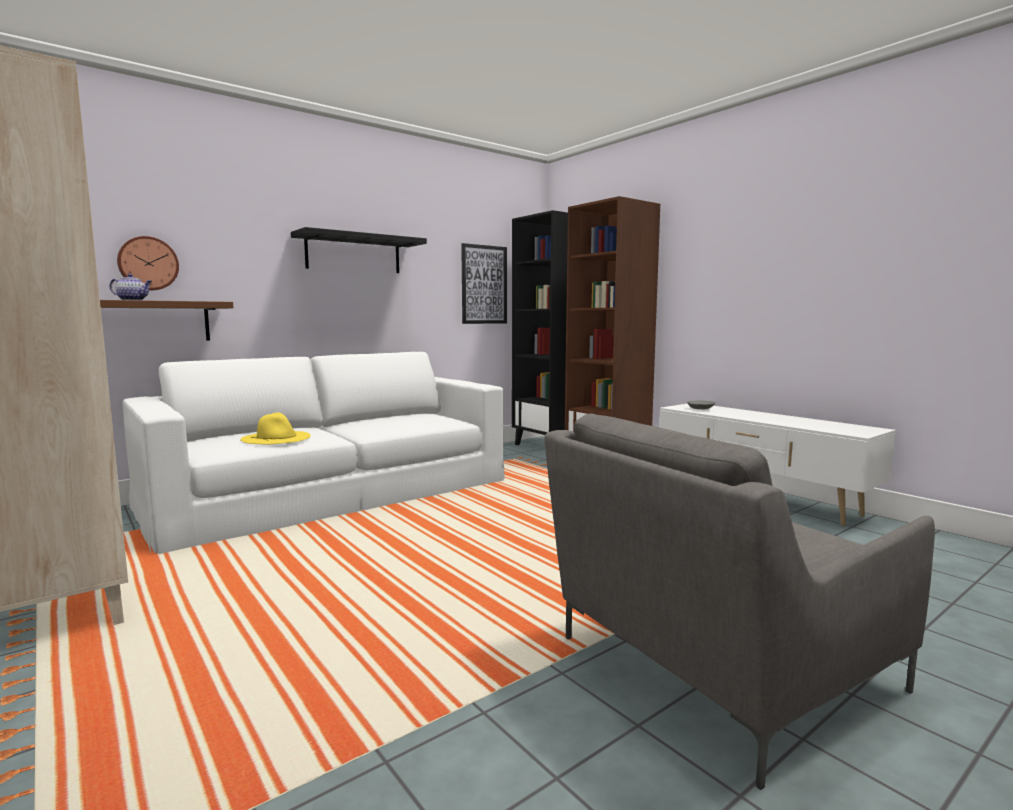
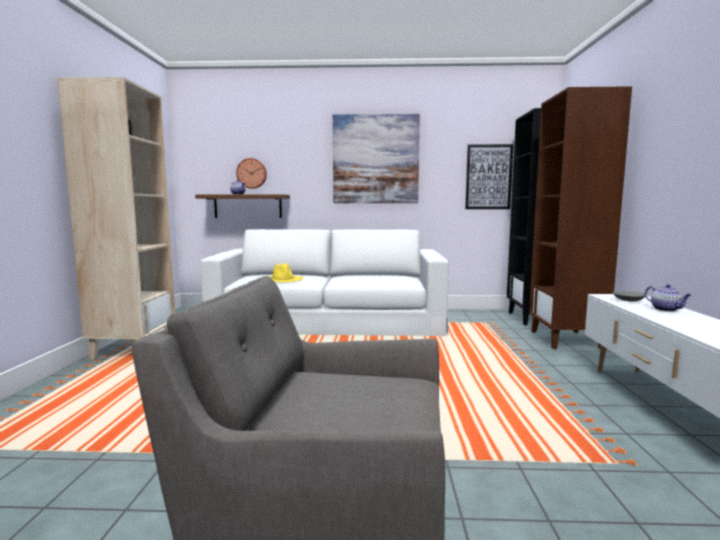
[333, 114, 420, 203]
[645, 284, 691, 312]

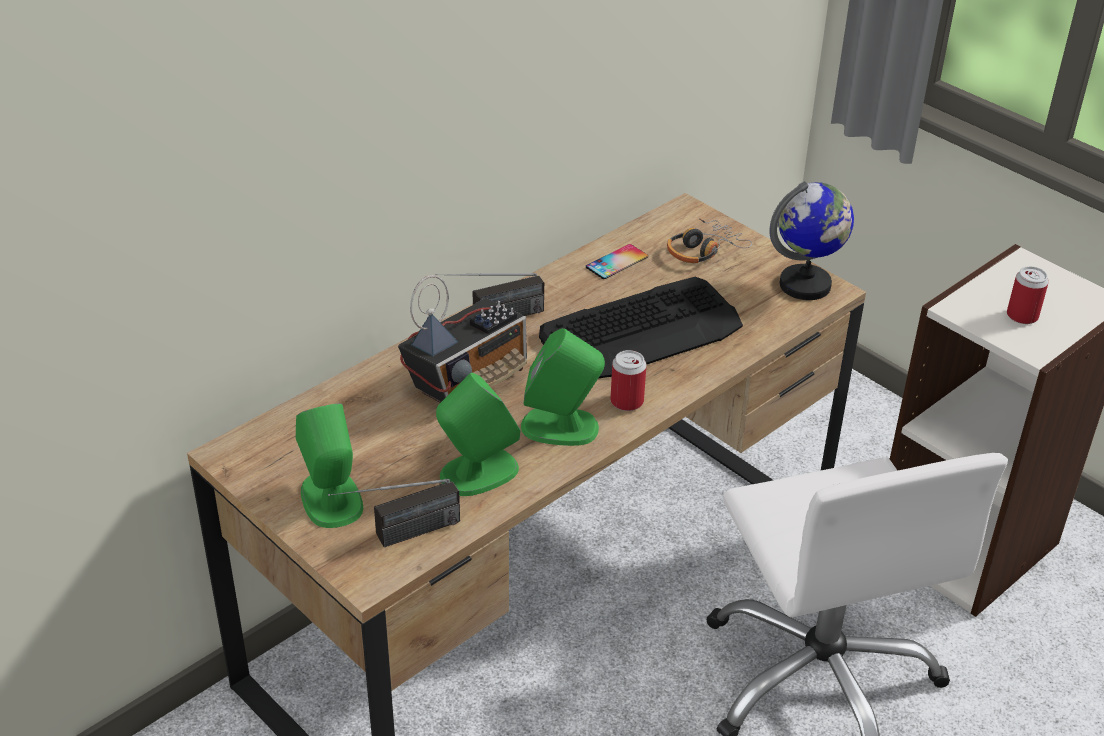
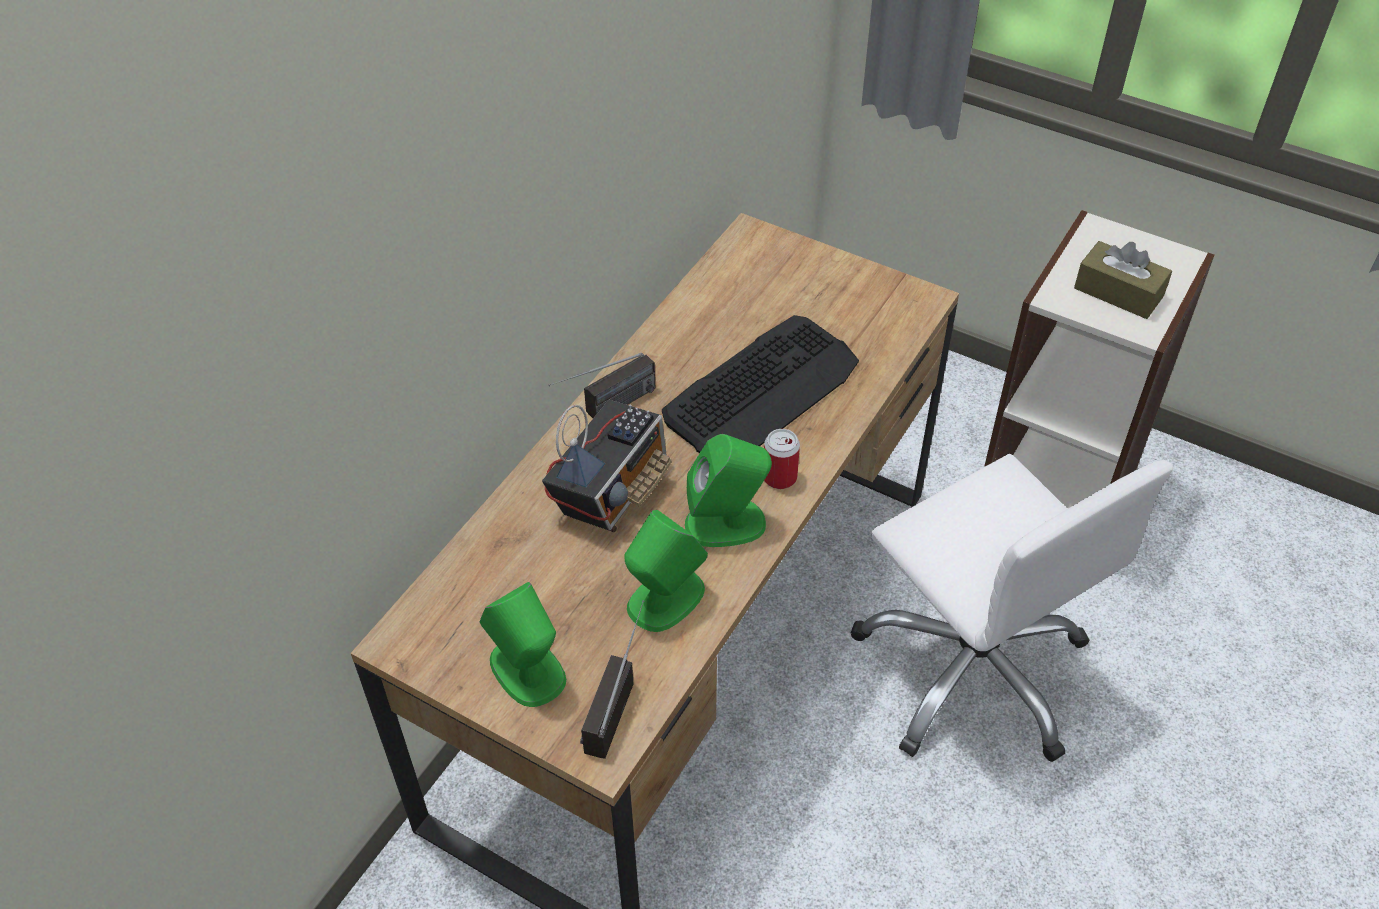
[580, 600, 644, 759]
[1074, 241, 1172, 319]
[586, 244, 648, 279] (first image)
[667, 218, 752, 263] (first image)
[769, 181, 854, 300] (first image)

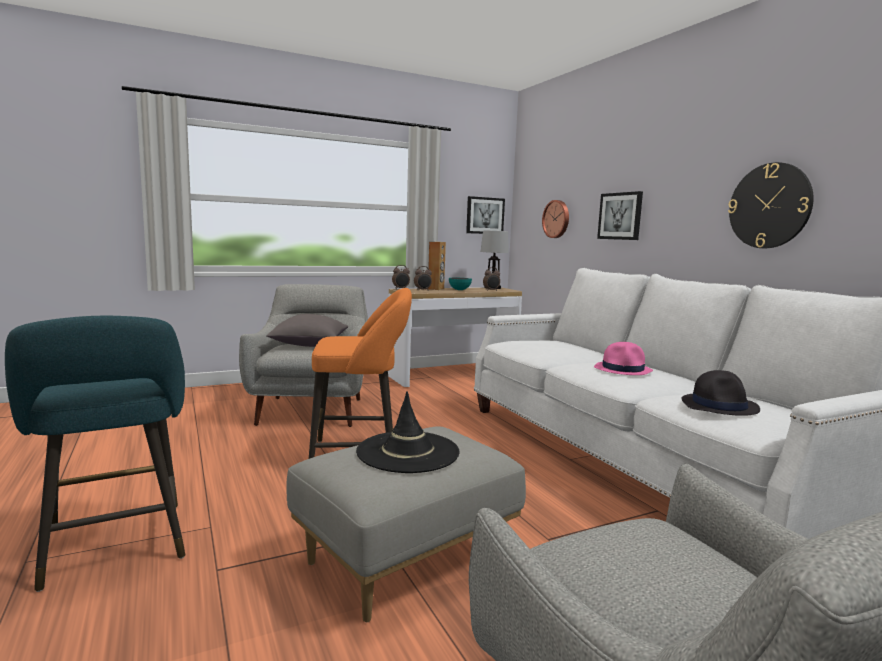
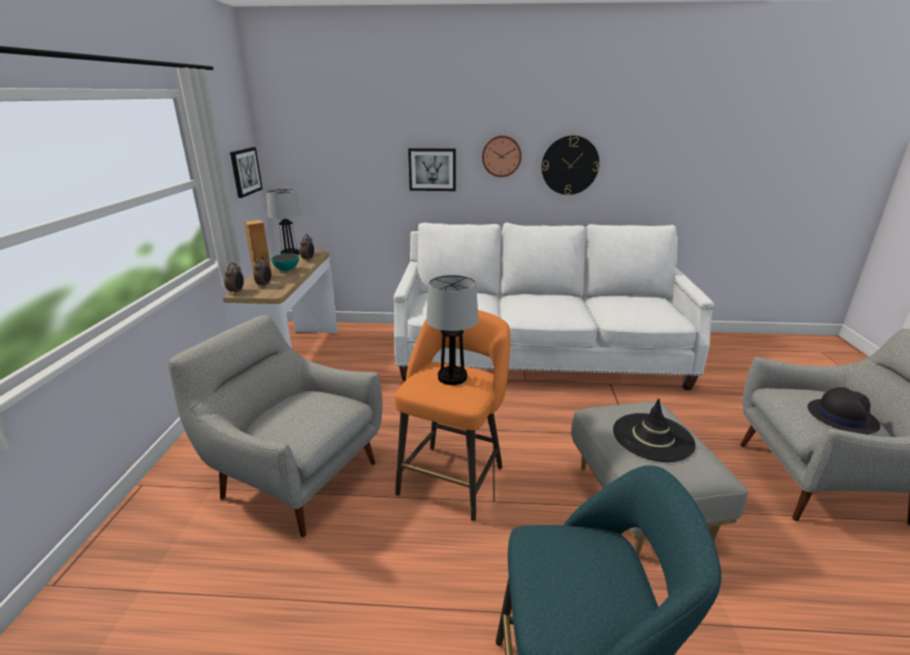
[426, 275, 479, 385]
[482, 135, 522, 177]
[808, 387, 880, 435]
[266, 314, 348, 347] (first image)
[594, 342, 653, 375] (first image)

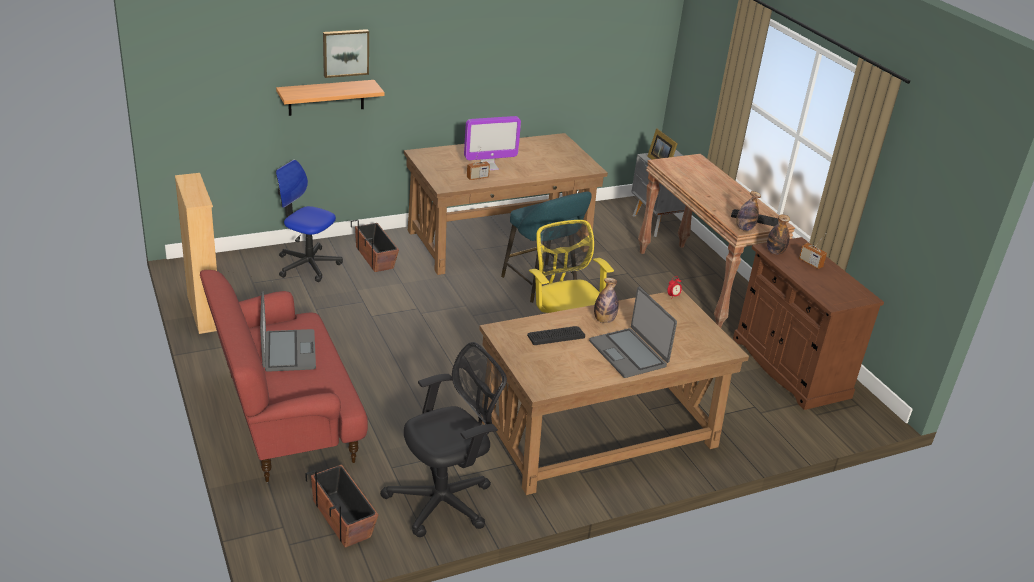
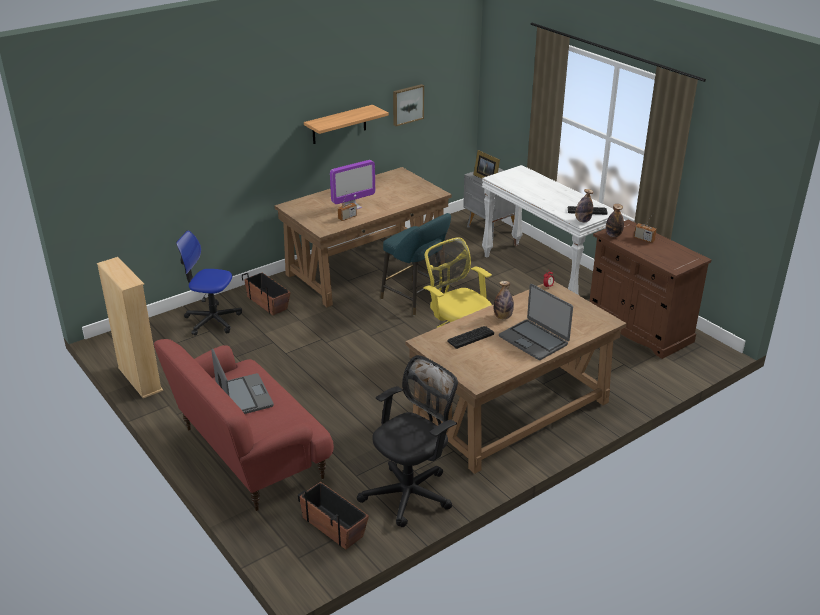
[304, 105, 389, 144]
[393, 84, 424, 126]
[482, 165, 614, 295]

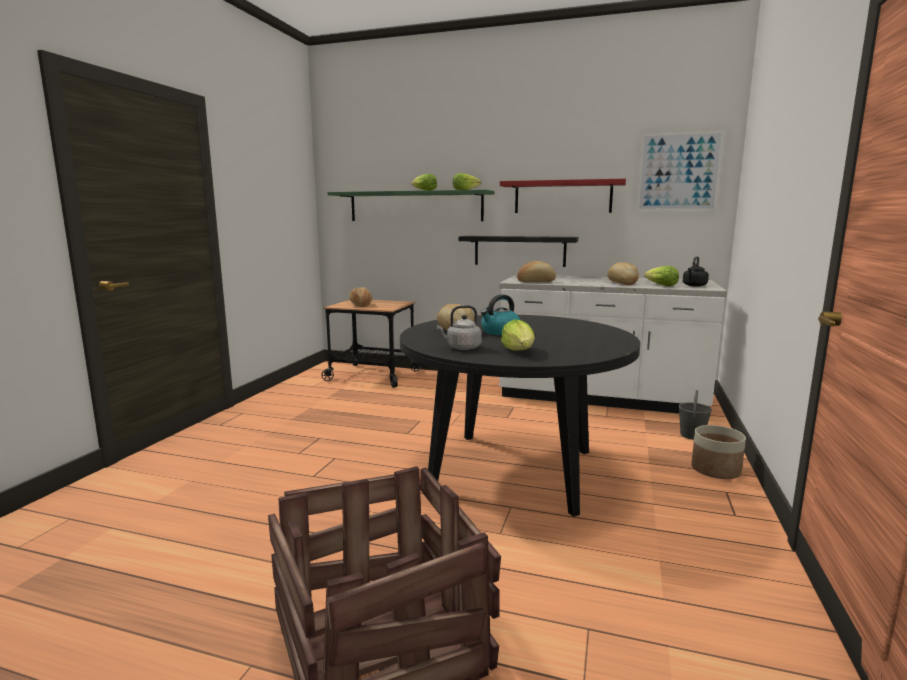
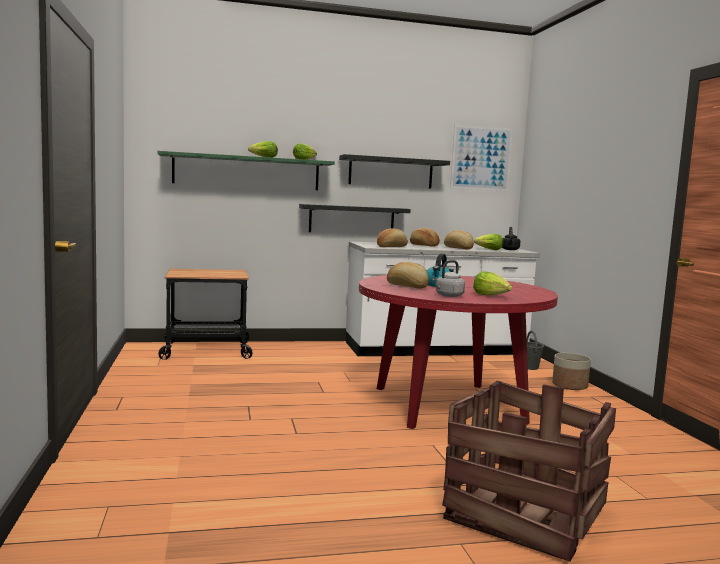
[339, 154, 450, 188]
[359, 275, 558, 429]
[410, 228, 440, 246]

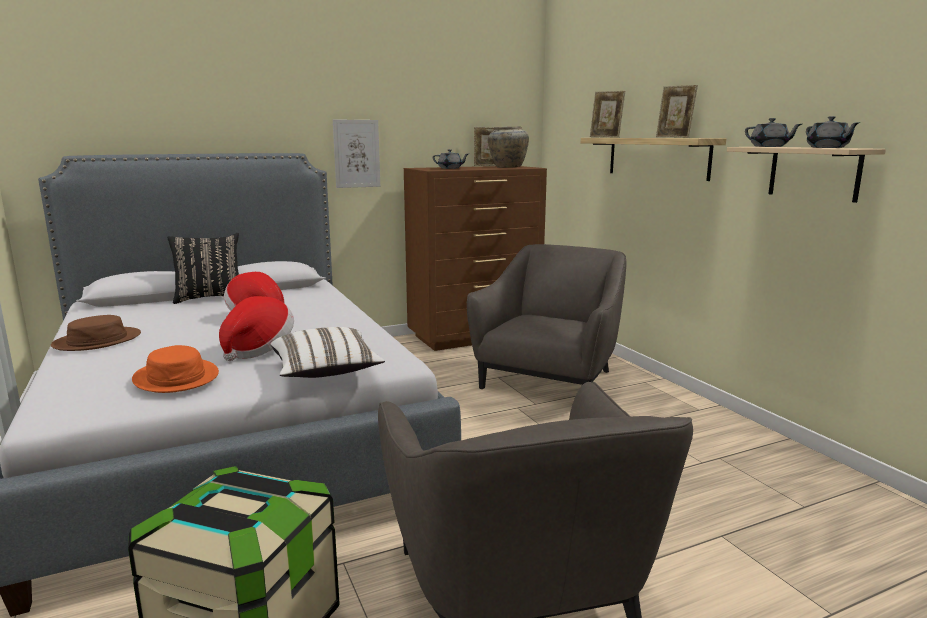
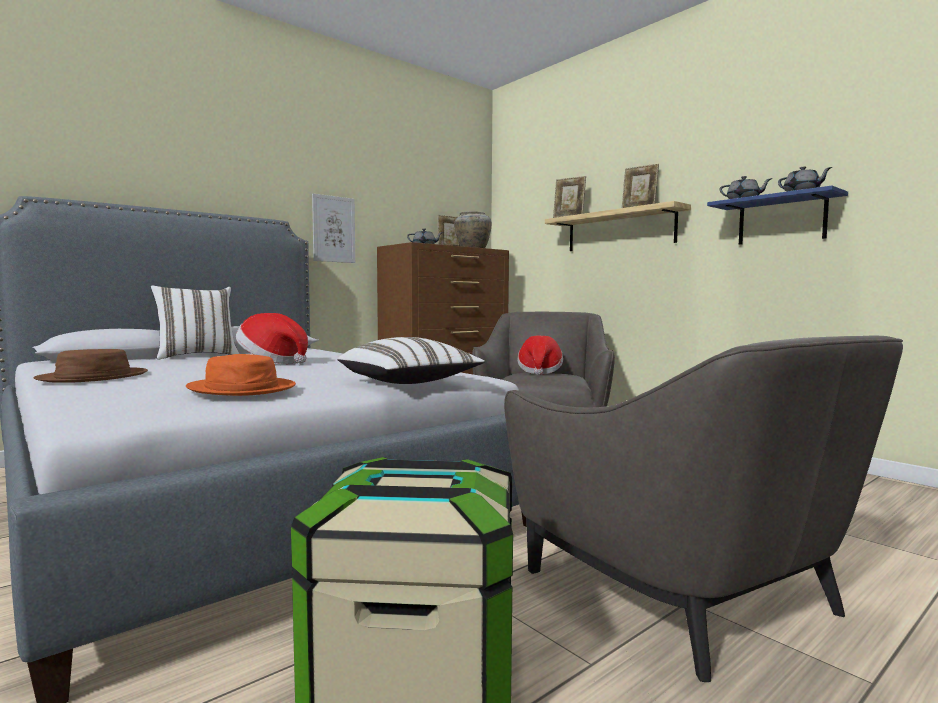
[151, 286, 239, 360]
[518, 336, 563, 375]
[707, 186, 848, 245]

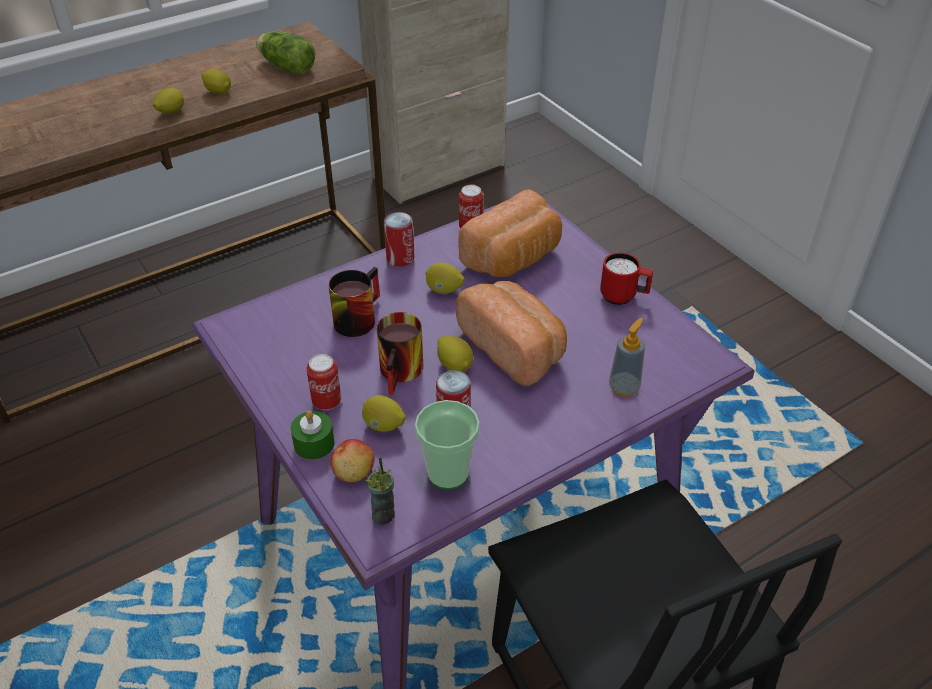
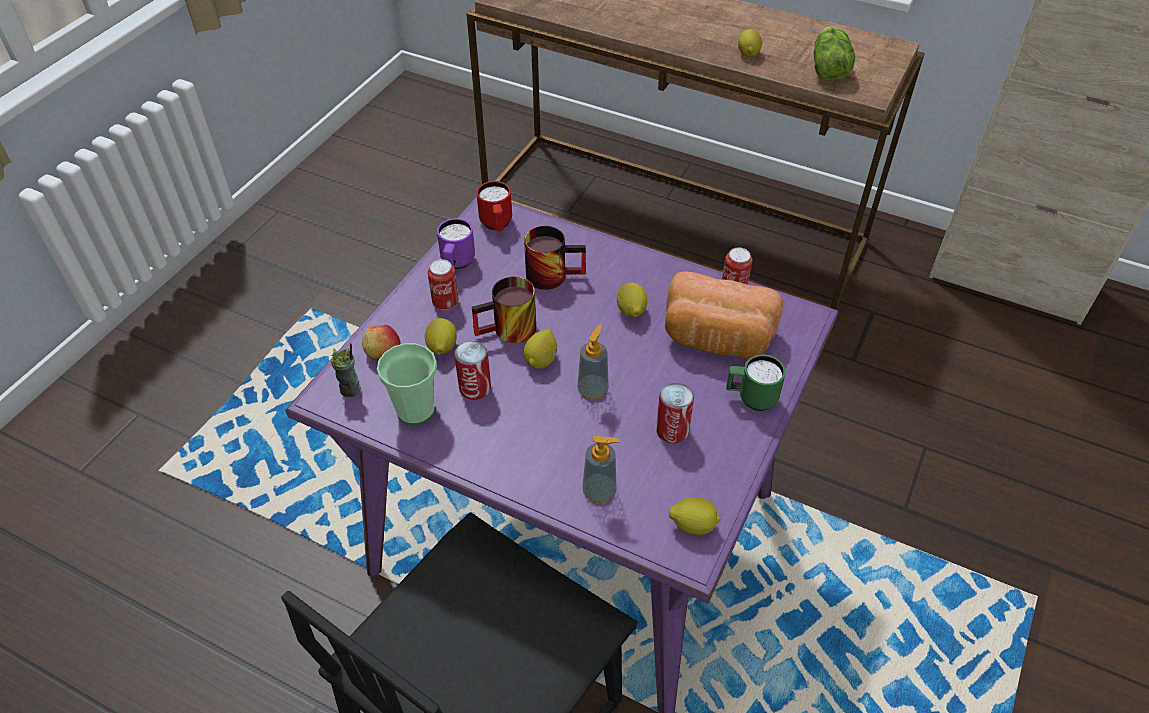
[437, 218, 475, 269]
[477, 181, 512, 231]
[577, 324, 609, 400]
[656, 383, 694, 443]
[669, 497, 721, 535]
[726, 354, 786, 411]
[291, 411, 334, 460] (first image)

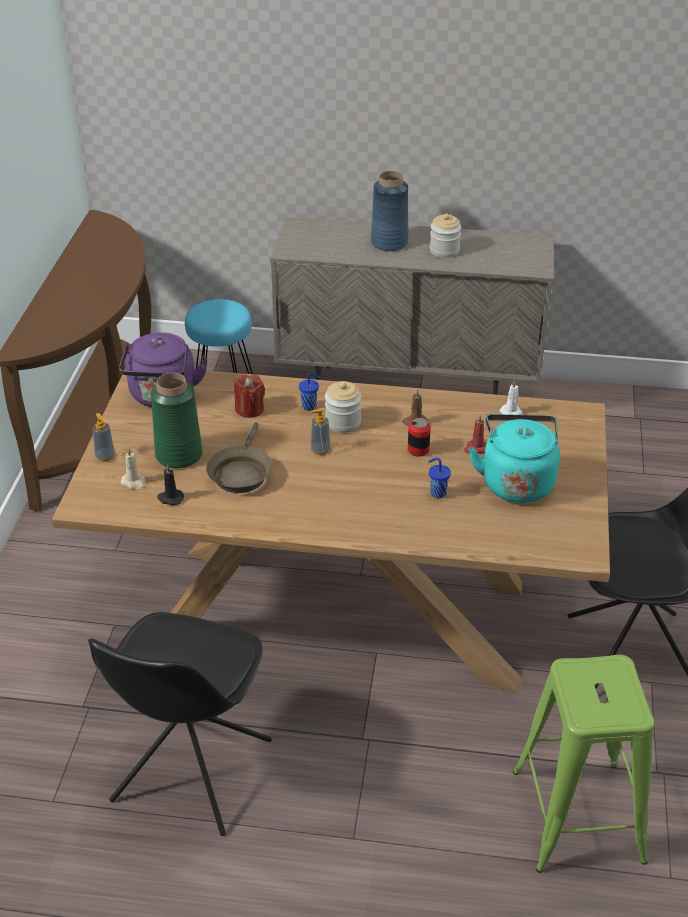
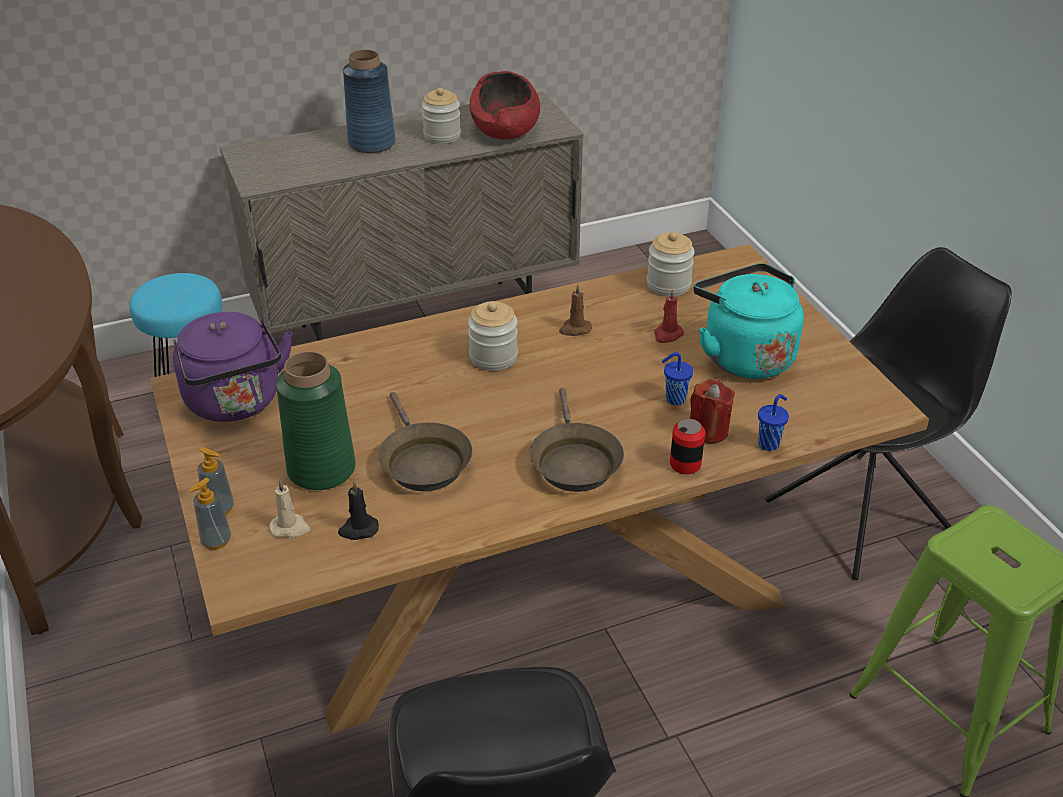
[189, 478, 231, 550]
[470, 71, 540, 140]
[530, 388, 624, 492]
[647, 232, 695, 296]
[670, 419, 705, 474]
[690, 379, 735, 443]
[758, 394, 789, 451]

